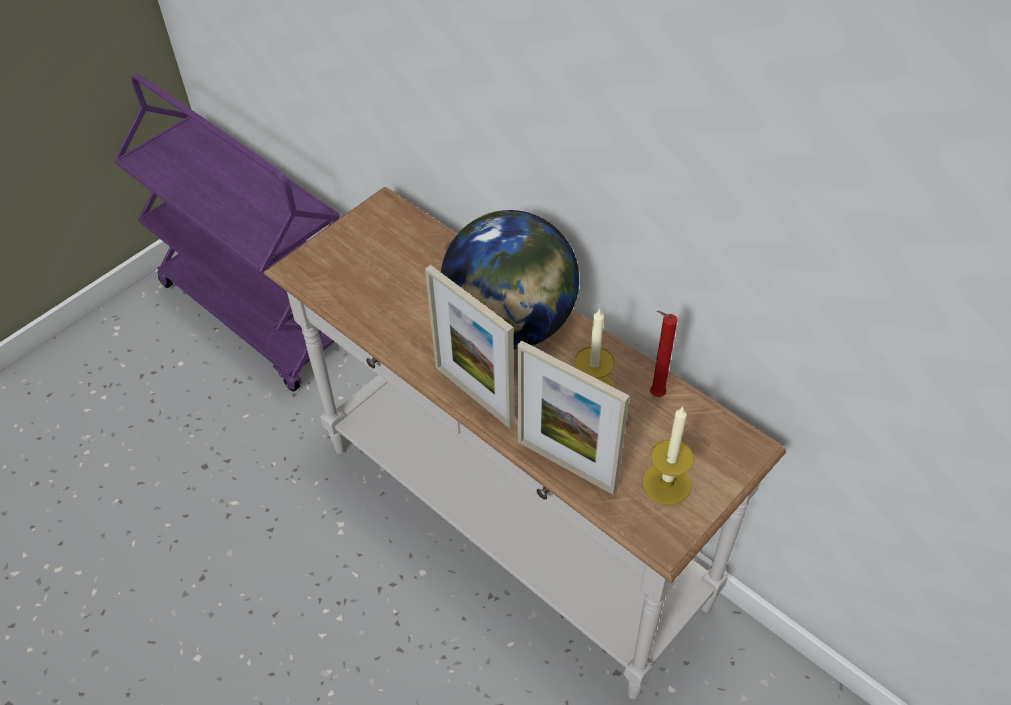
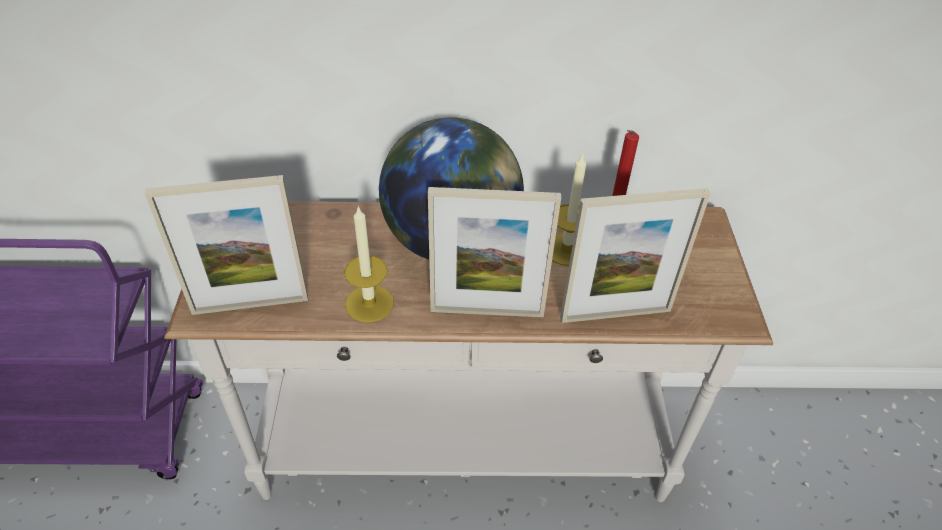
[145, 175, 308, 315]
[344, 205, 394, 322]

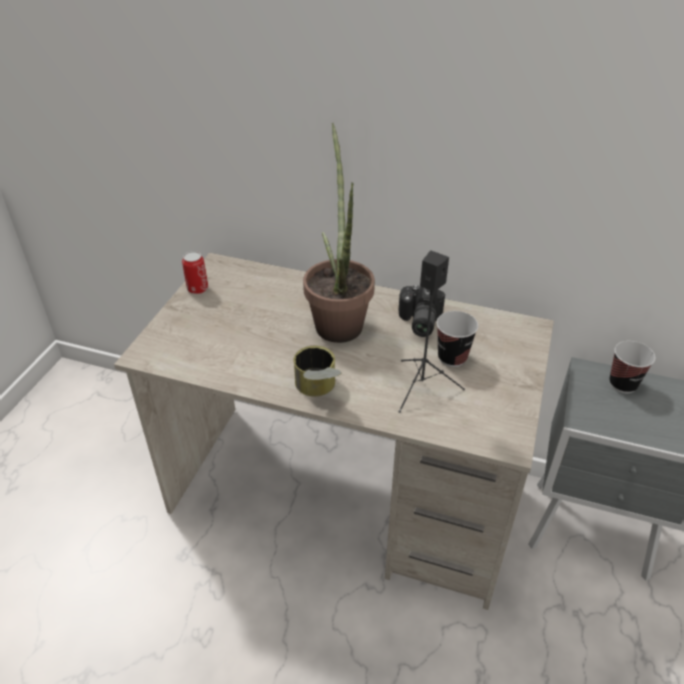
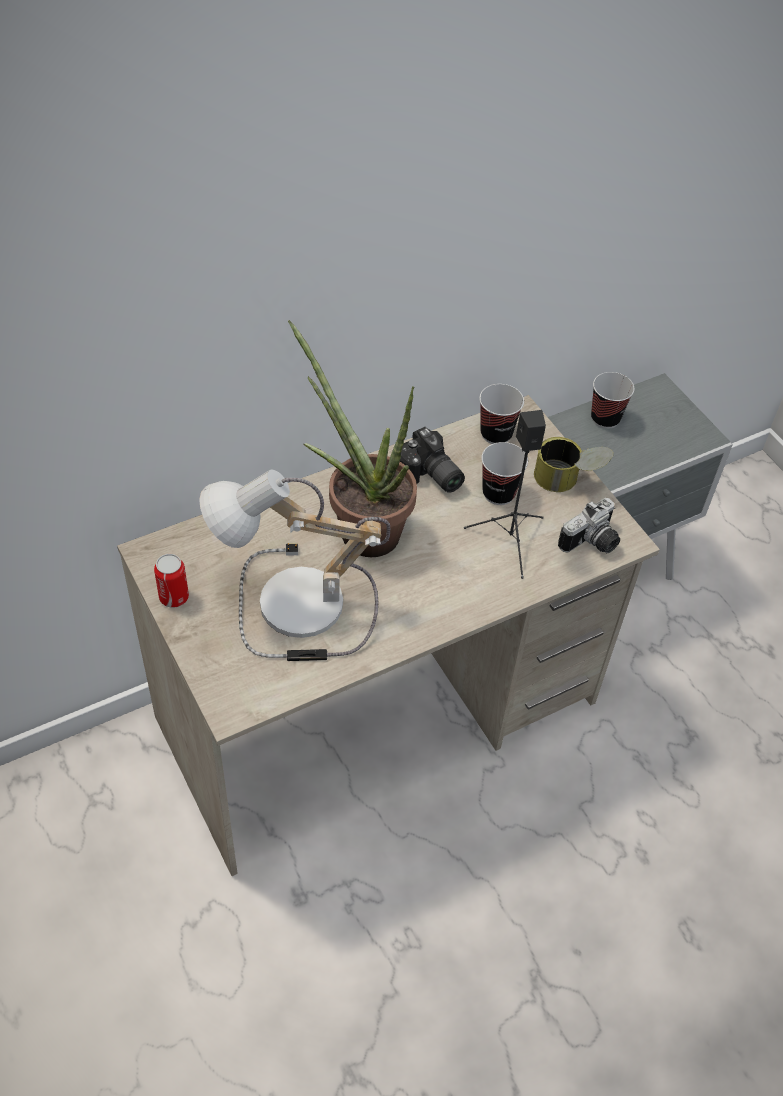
[199, 470, 390, 661]
[479, 384, 524, 444]
[534, 437, 613, 492]
[558, 498, 620, 553]

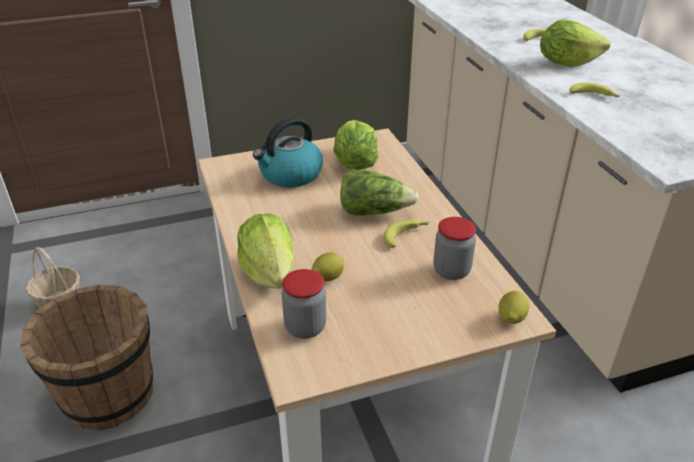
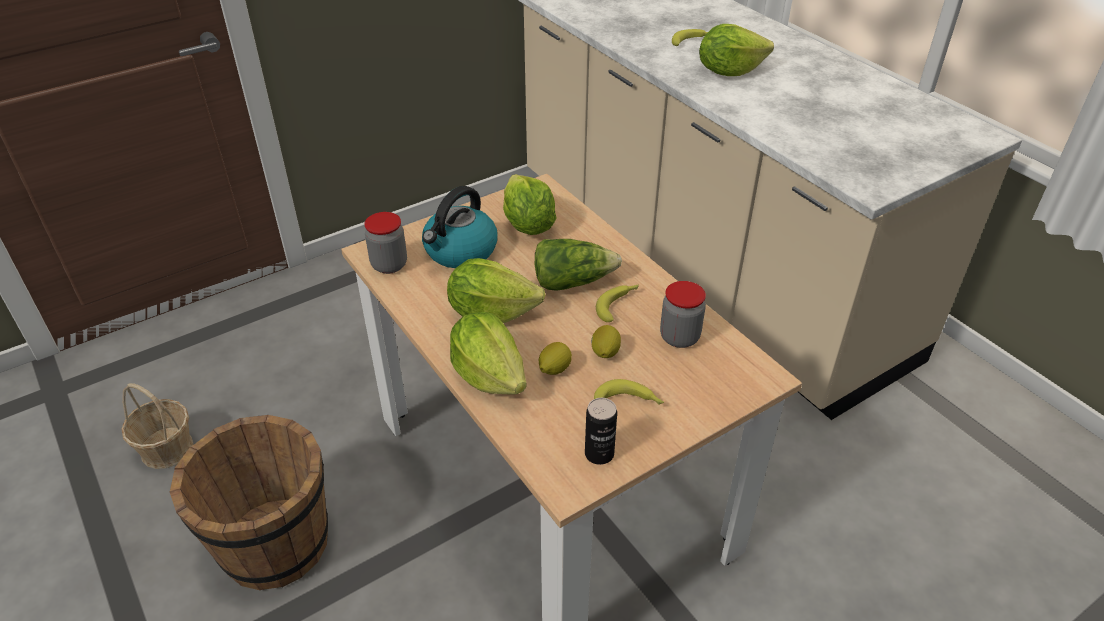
[364, 212, 407, 274]
[447, 258, 545, 323]
[585, 398, 617, 465]
[591, 325, 621, 358]
[594, 379, 664, 404]

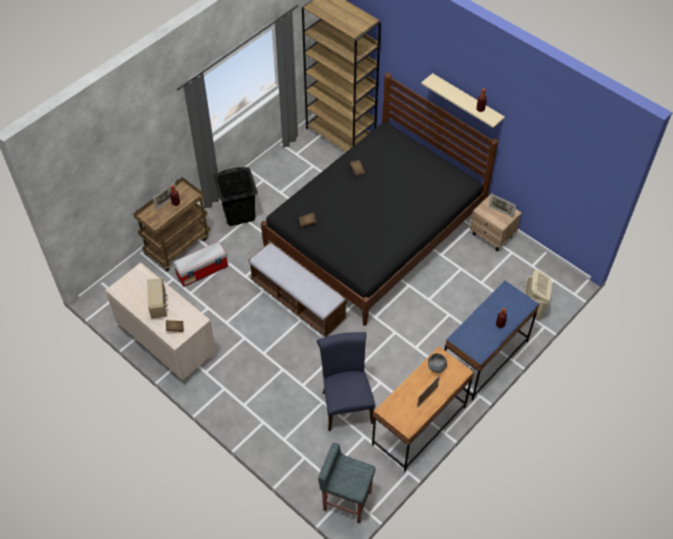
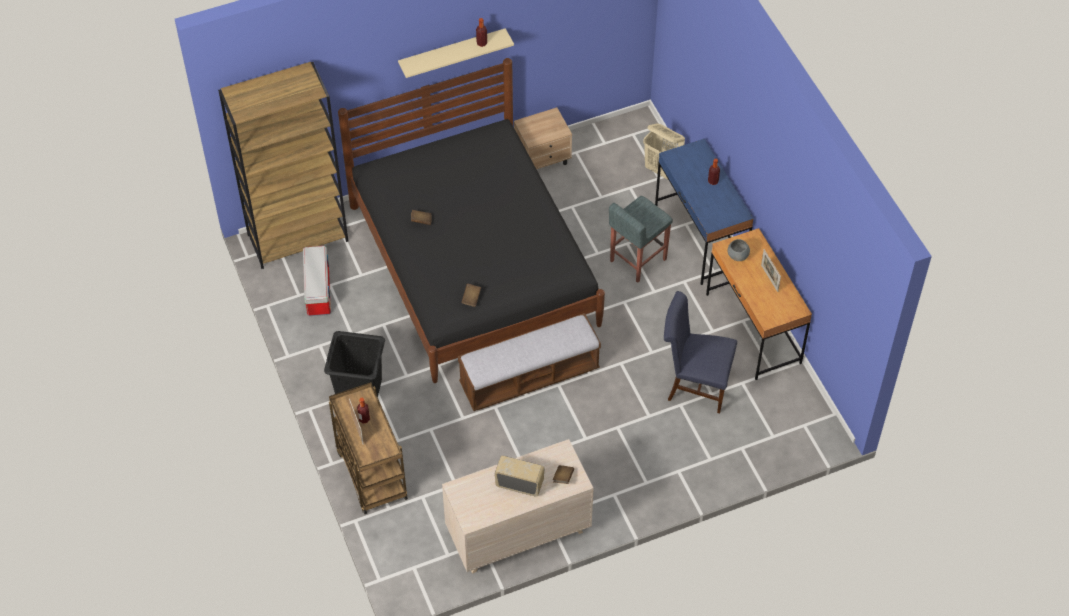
[303, 246, 331, 316]
[609, 196, 673, 283]
[489, 194, 516, 218] (first image)

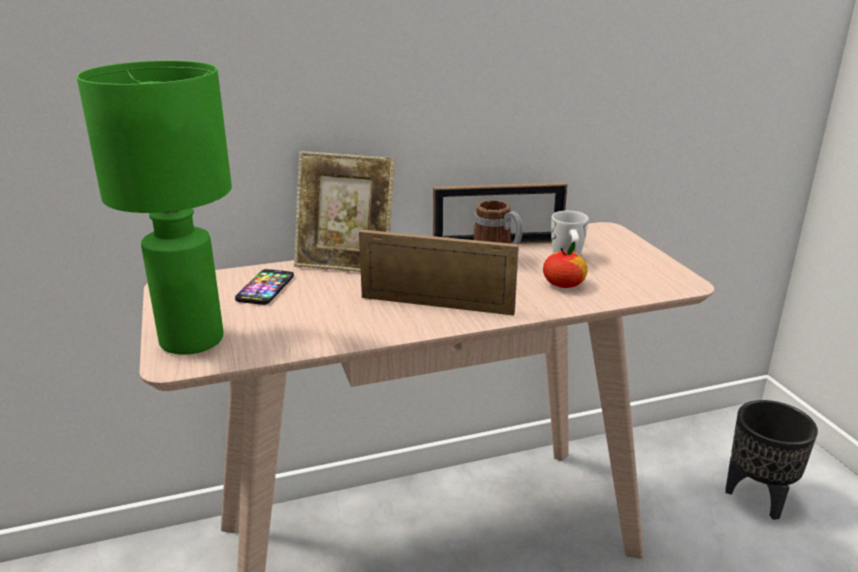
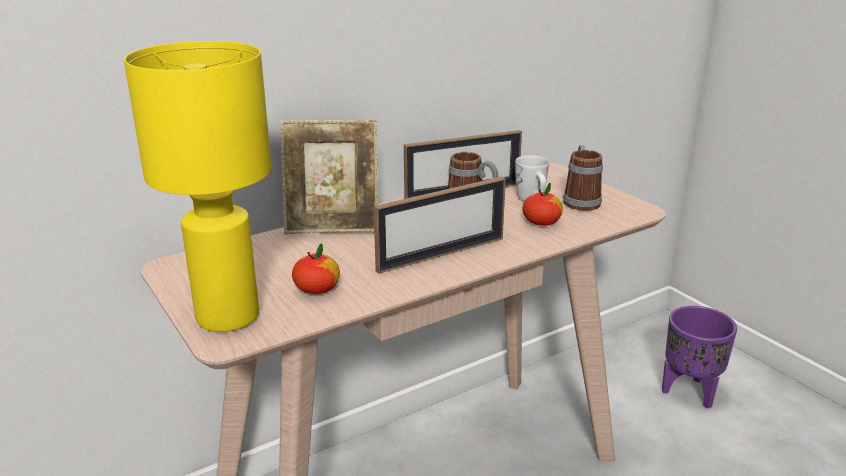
[124, 41, 271, 332]
[292, 243, 340, 294]
[374, 177, 506, 274]
[563, 145, 603, 211]
[662, 306, 737, 409]
[235, 269, 294, 305] (first image)

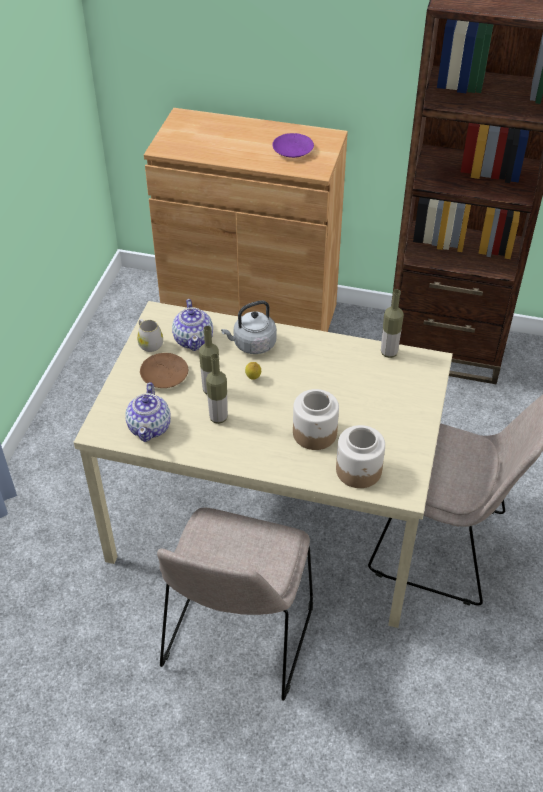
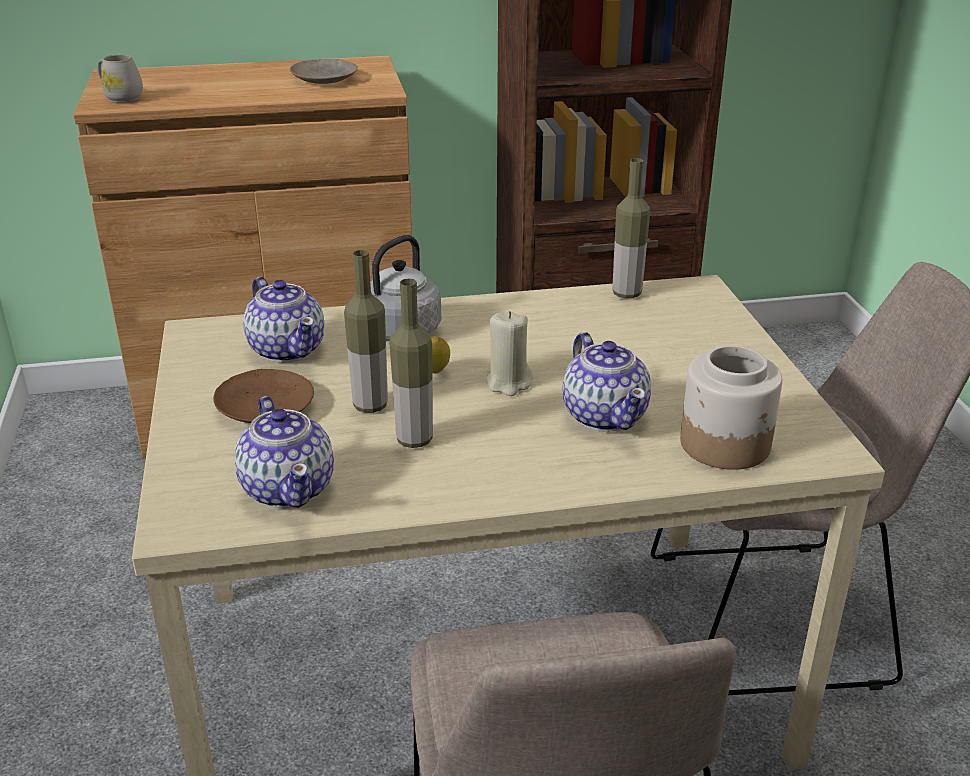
[97, 54, 143, 103]
[290, 59, 358, 84]
[486, 311, 533, 396]
[563, 332, 651, 432]

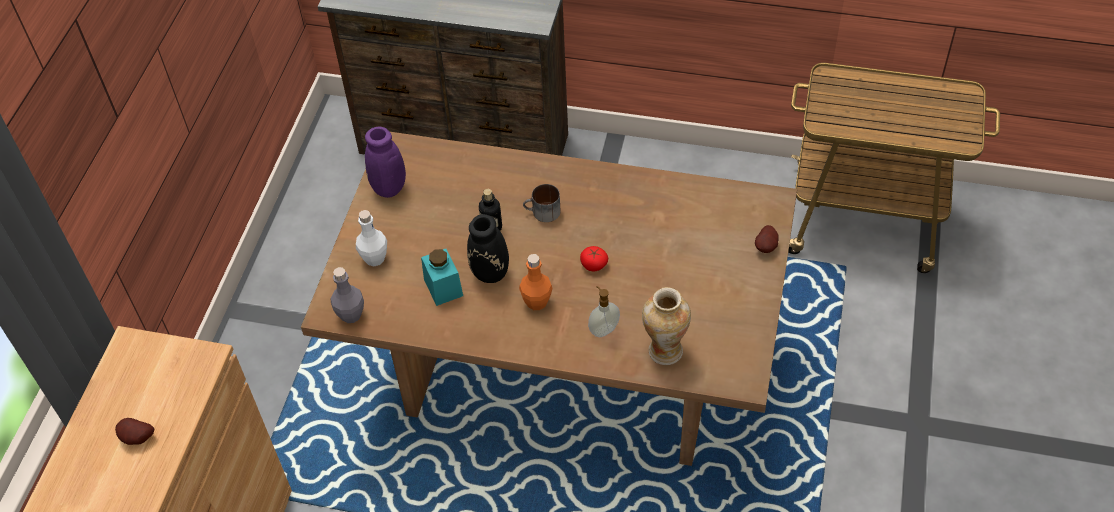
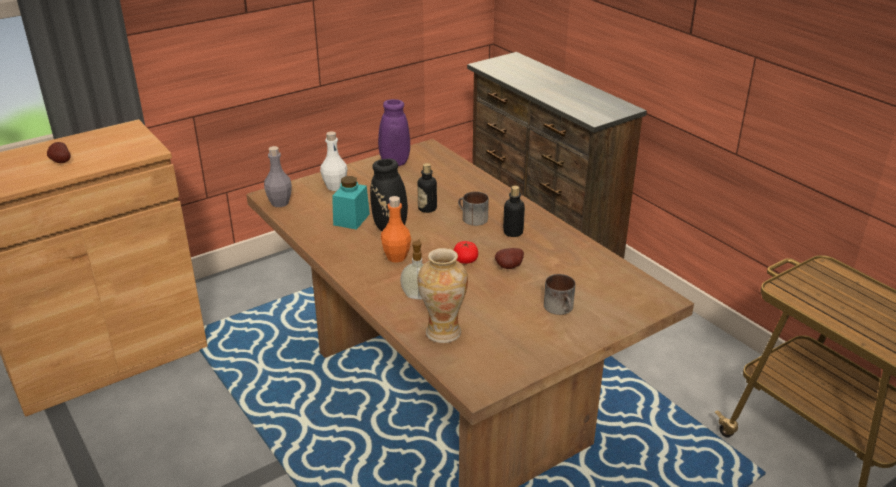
[495, 248, 524, 269]
[503, 186, 525, 237]
[544, 274, 575, 315]

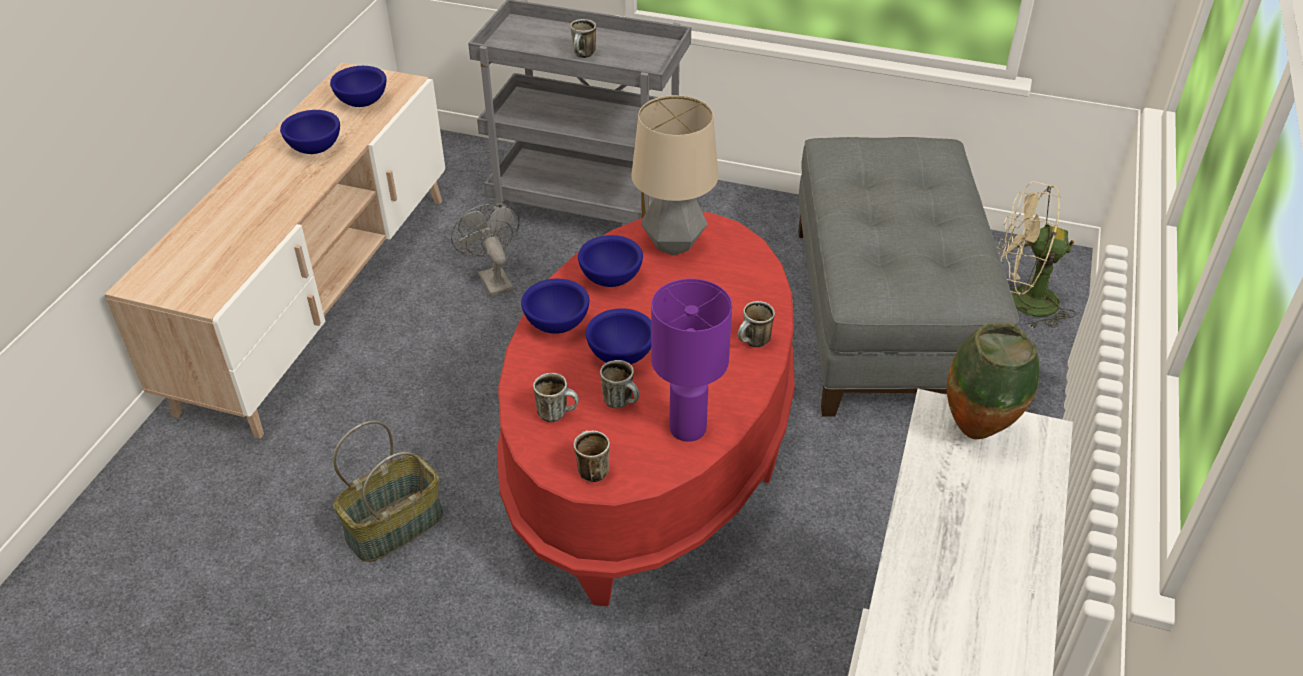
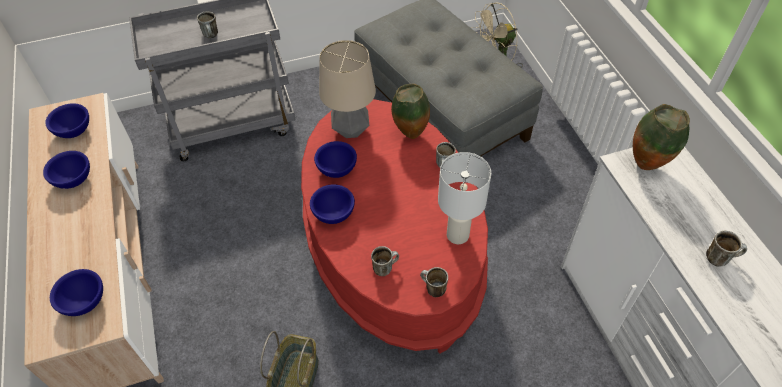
[50, 269, 103, 316]
[391, 84, 430, 139]
[438, 152, 491, 244]
[706, 230, 747, 267]
[451, 203, 520, 297] (first image)

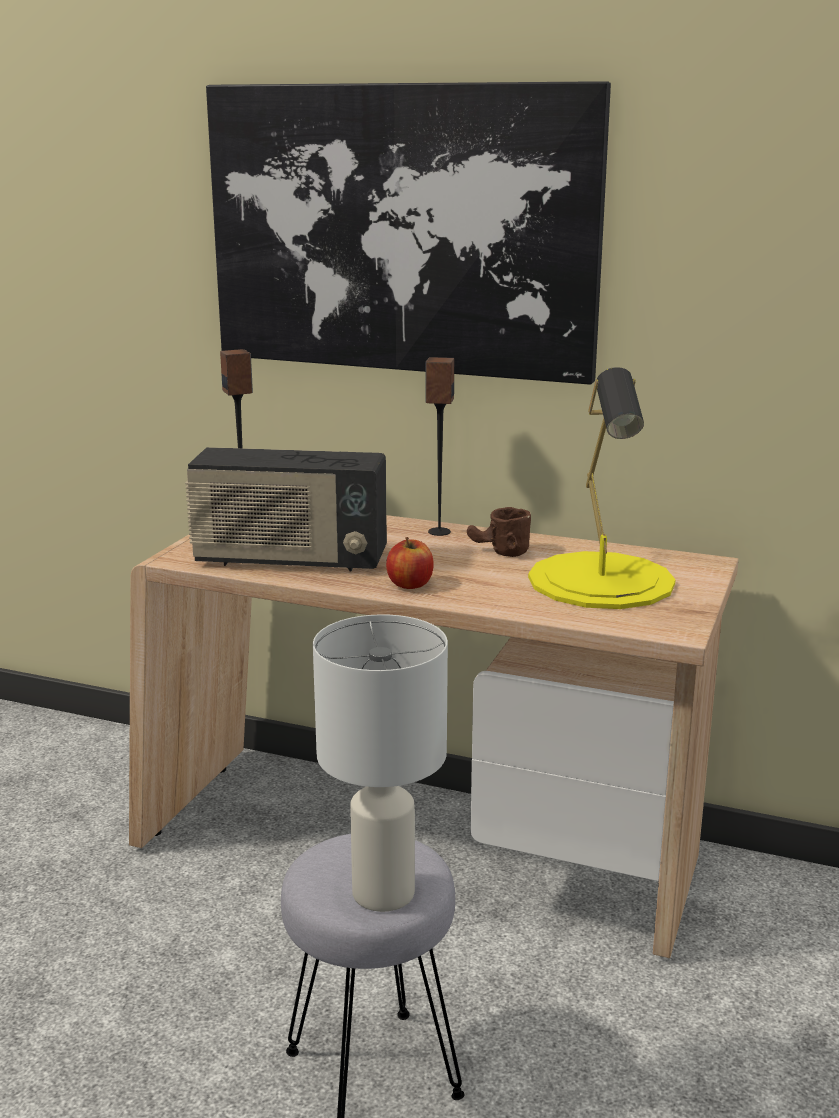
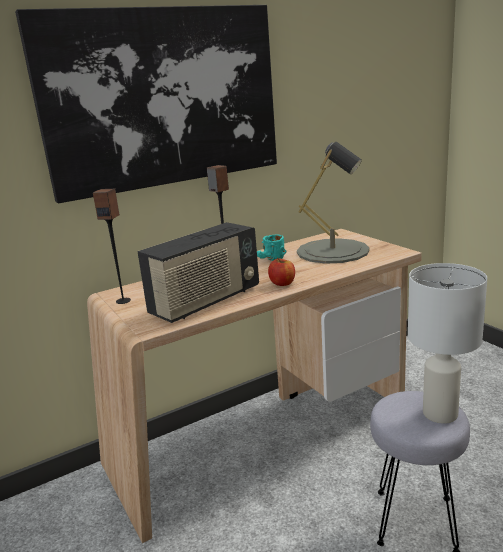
[257, 234, 286, 261]
[297, 142, 370, 264]

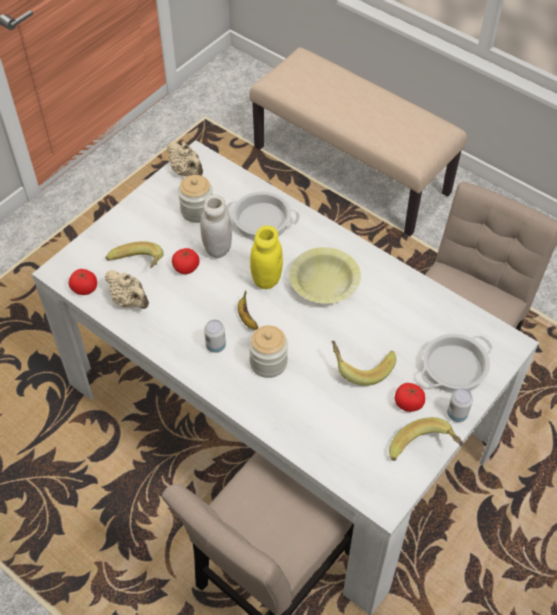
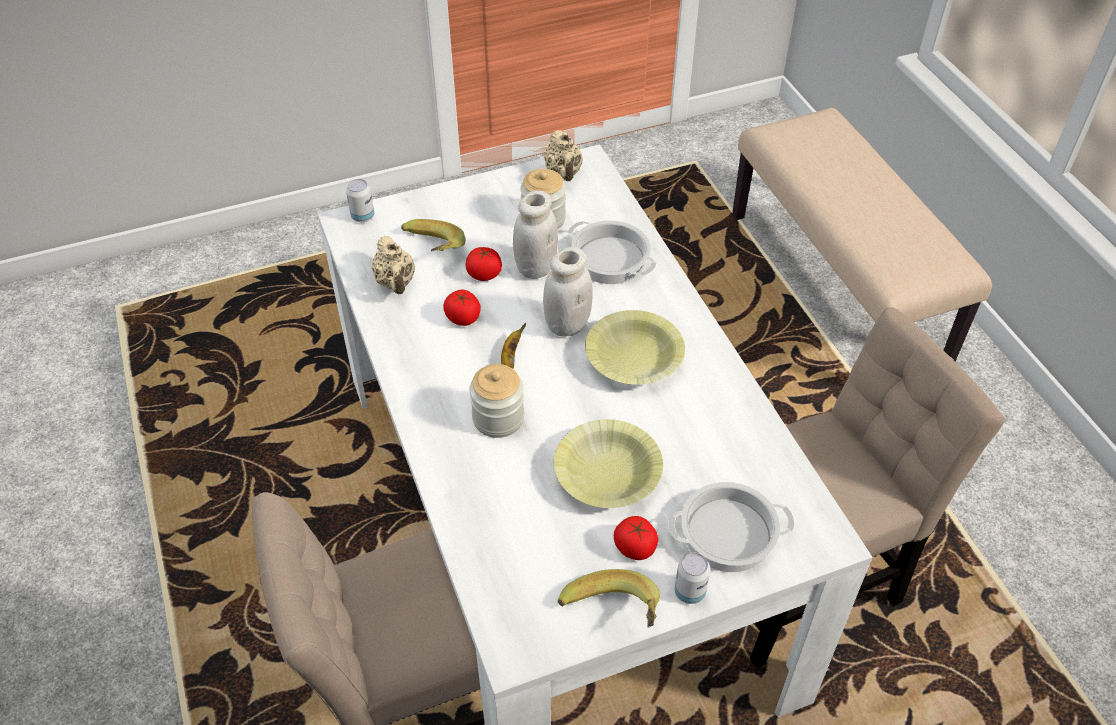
[346, 179, 374, 222]
[443, 290, 481, 326]
[543, 247, 592, 337]
[554, 419, 663, 508]

